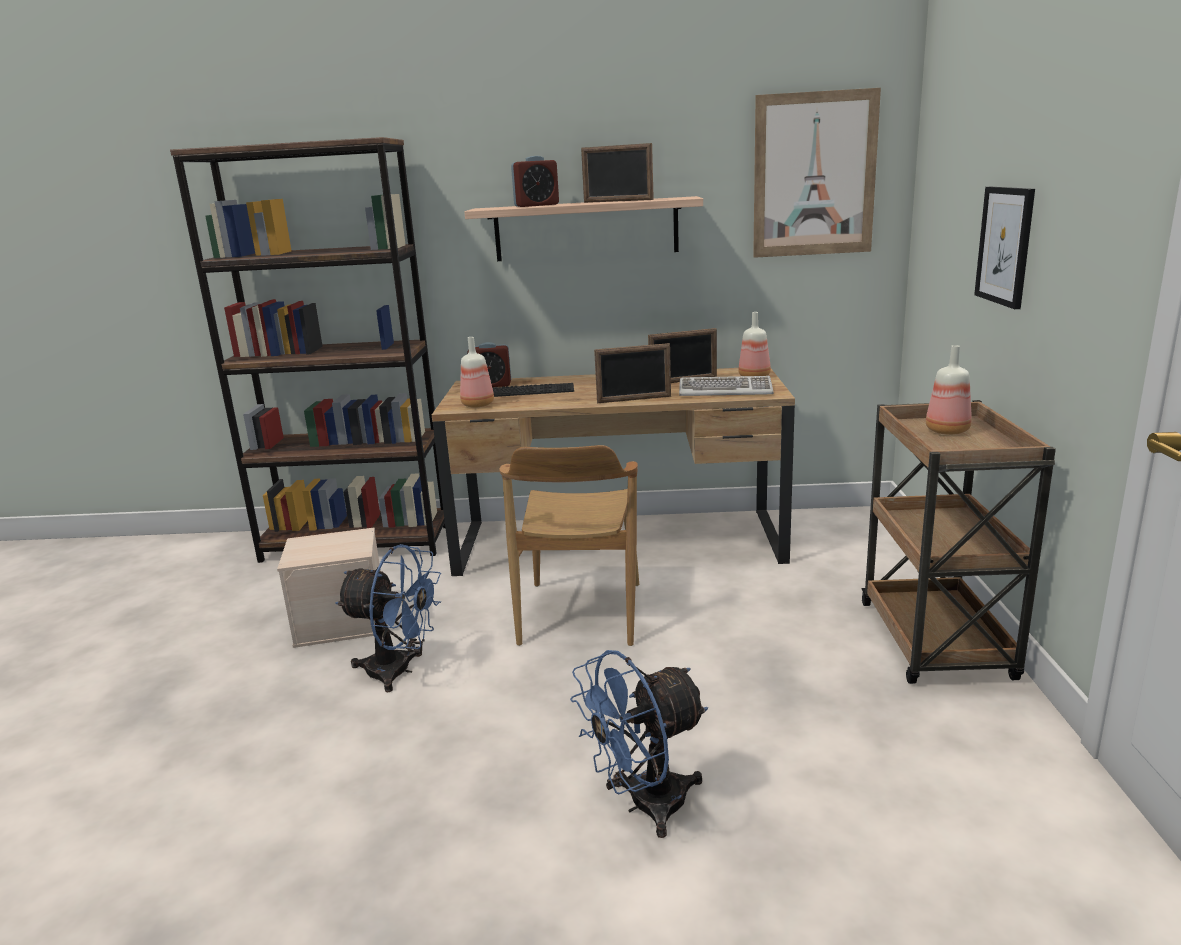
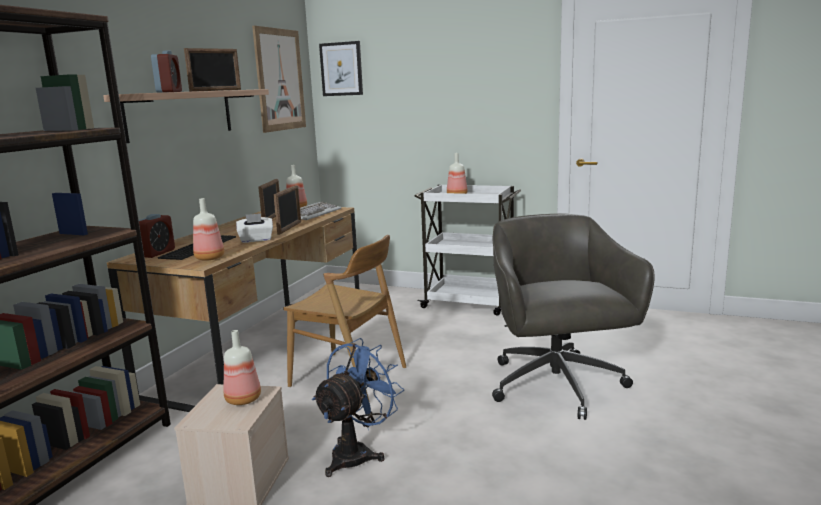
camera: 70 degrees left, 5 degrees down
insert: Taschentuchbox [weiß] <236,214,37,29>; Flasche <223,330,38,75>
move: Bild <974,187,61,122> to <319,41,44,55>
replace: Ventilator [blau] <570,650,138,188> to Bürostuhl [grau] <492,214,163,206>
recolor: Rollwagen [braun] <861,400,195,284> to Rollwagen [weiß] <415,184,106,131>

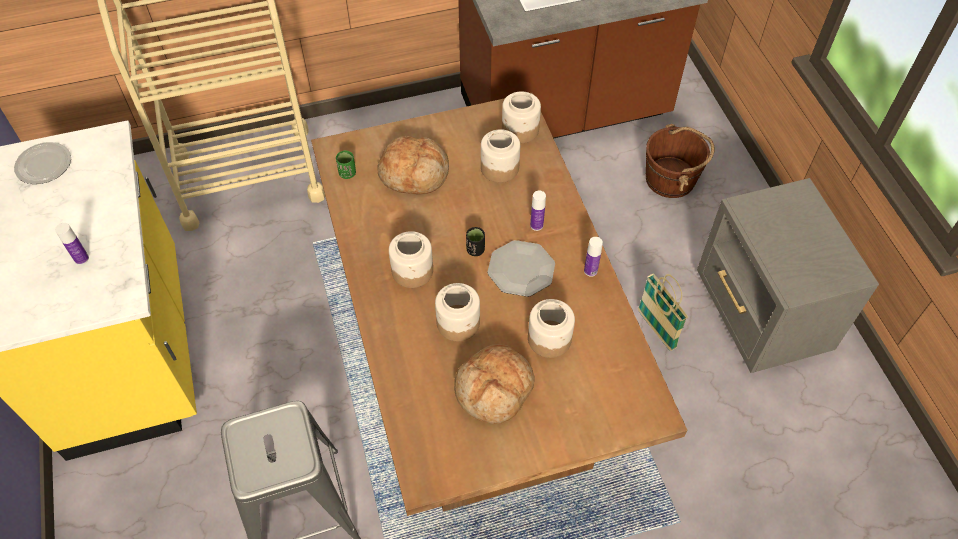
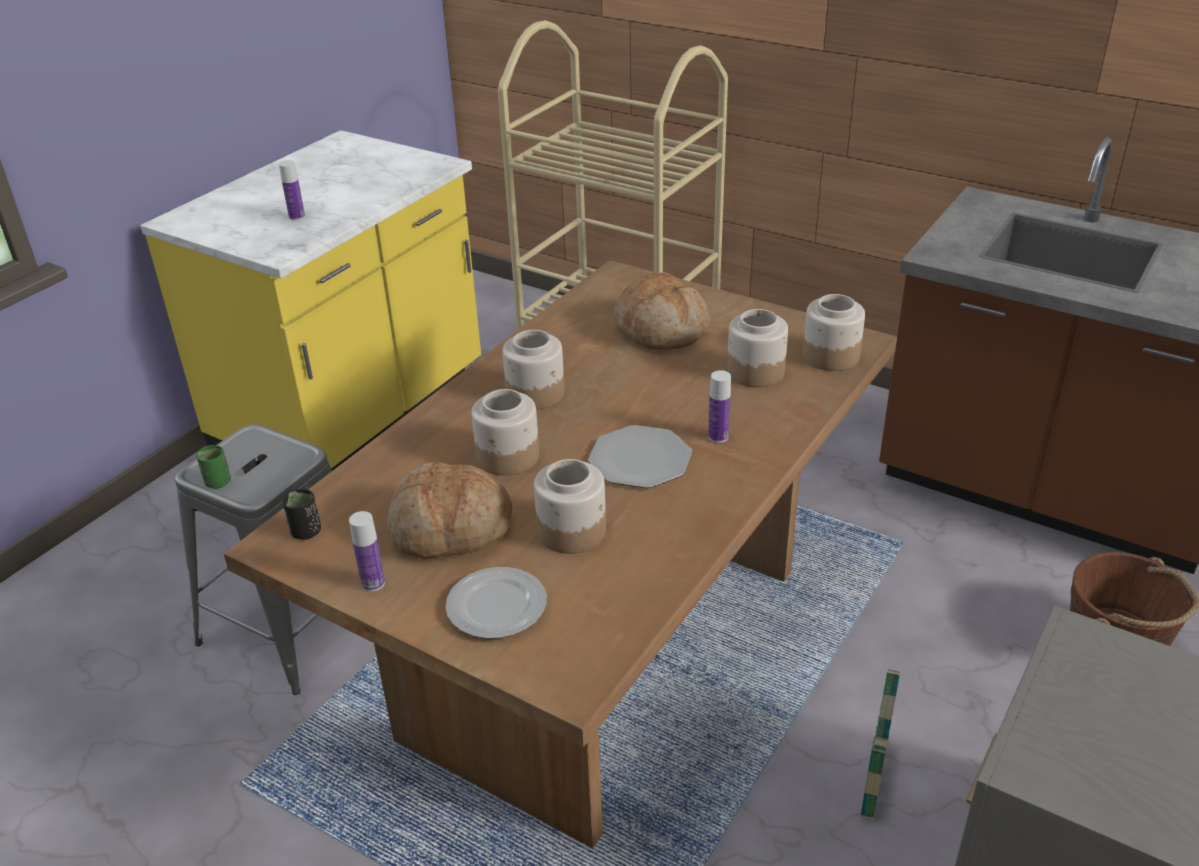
camera: 50 degrees right, 20 degrees down
move: Teller <14,142,57,42> to <446,567,101,72>; Tasse [grün] <336,150,20,29> to <196,445,35,44>; Tasse [schwarz] <466,227,19,29> to <282,489,39,51>; Flasche <584,237,19,40> to <349,511,36,81>

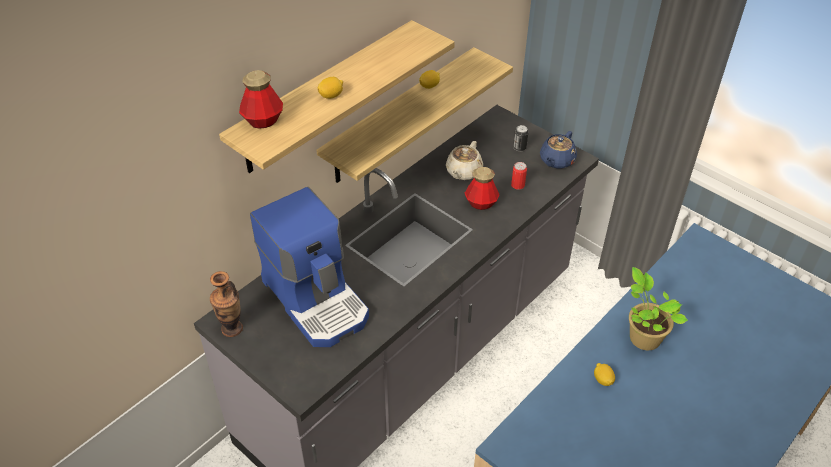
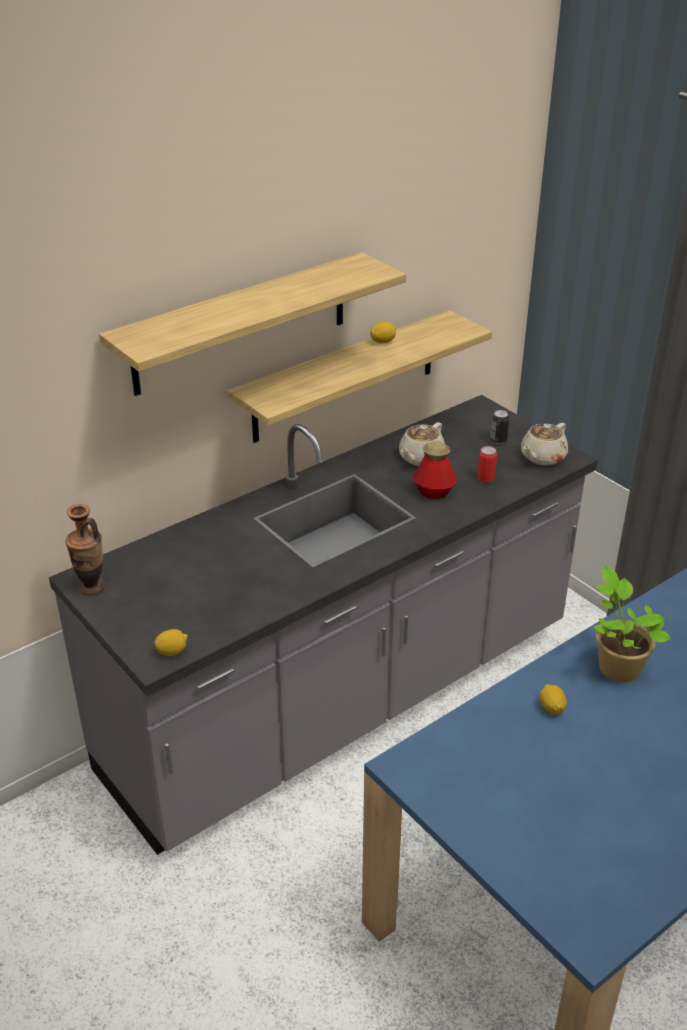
camera: 10 degrees right, 10 degrees down
delete: Flasche <239,70,44,58>; Kaffeemaschine <250,187,119,160>
move: Zitrone <318,77,25,22> to <154,629,34,27>
recolor: Teekanne [blau] <540,131,37,37> to Teekanne [beige] <521,423,47,43>

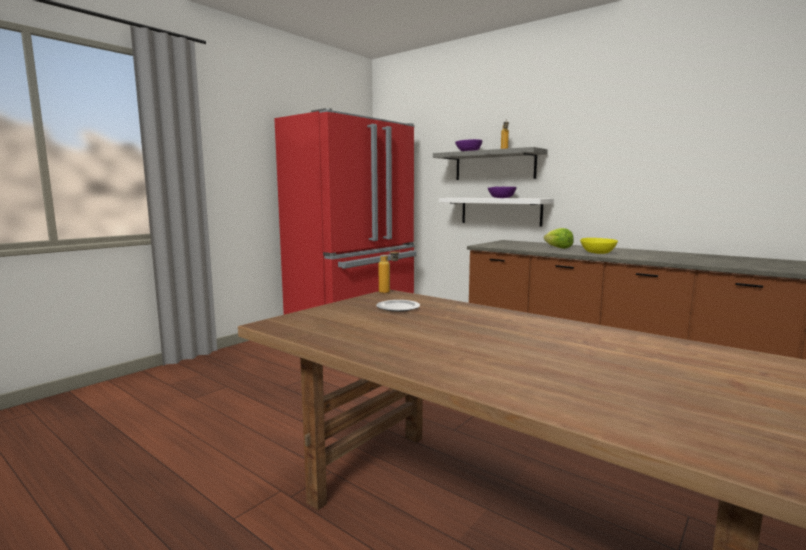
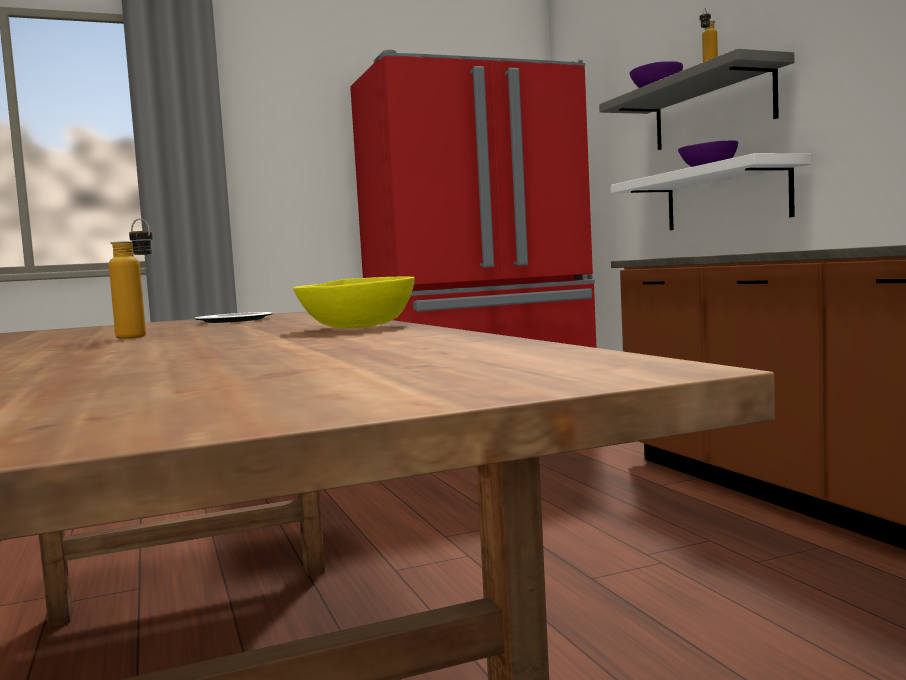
camera: 30 degrees right, 5 degrees down
delete: Salatkopf <544,228,30,21>
move: Schüssel [gelb] <580,238,38,16> to <293,276,122,52>; Flasche <379,247,21,46> to <109,218,44,121>

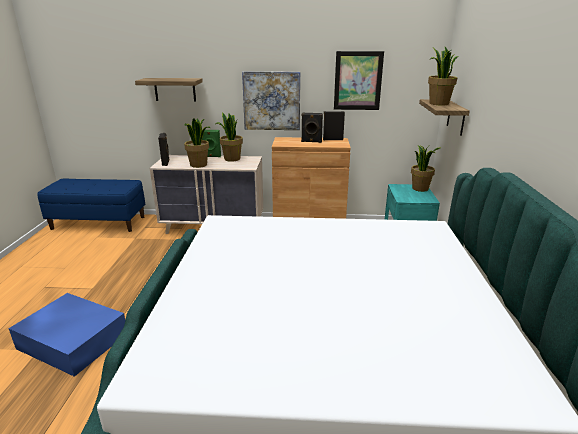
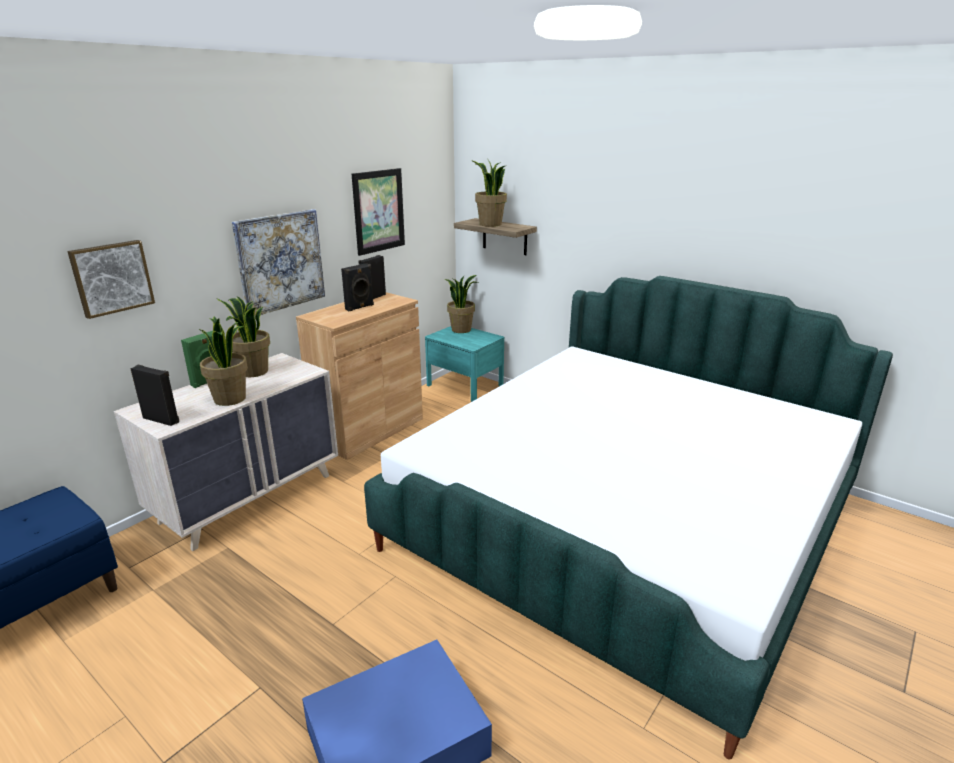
camera: 55 degrees left, 0 degrees up
replace: Wandregal <135,78,68,23> to Bild <67,240,88,79>

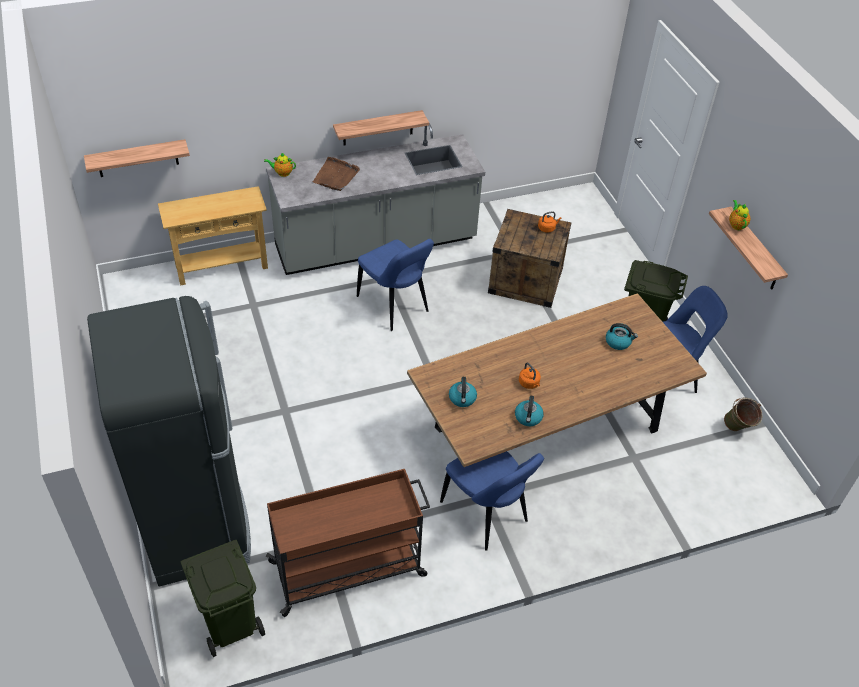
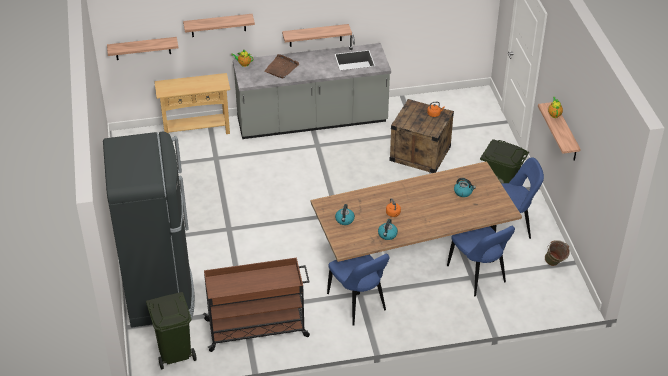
camera: 10 degrees right, 5 degrees down
insert: Wandregal <183,14,72,23>
move: Stuhl [blau] <357,239,77,92> to <447,226,68,70>

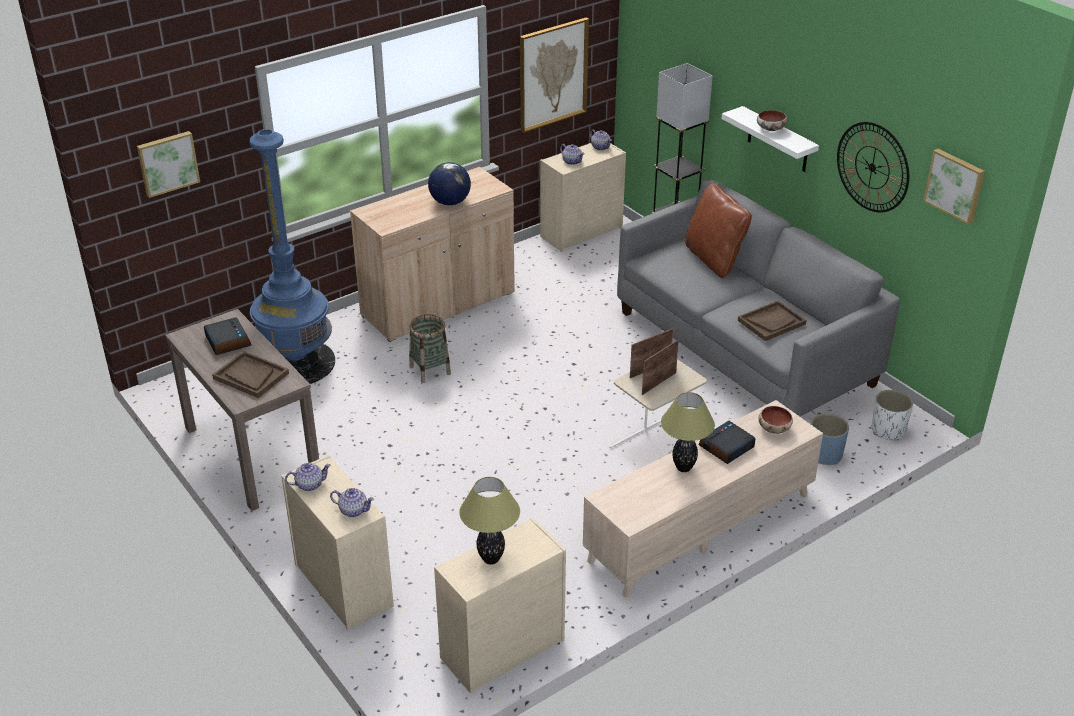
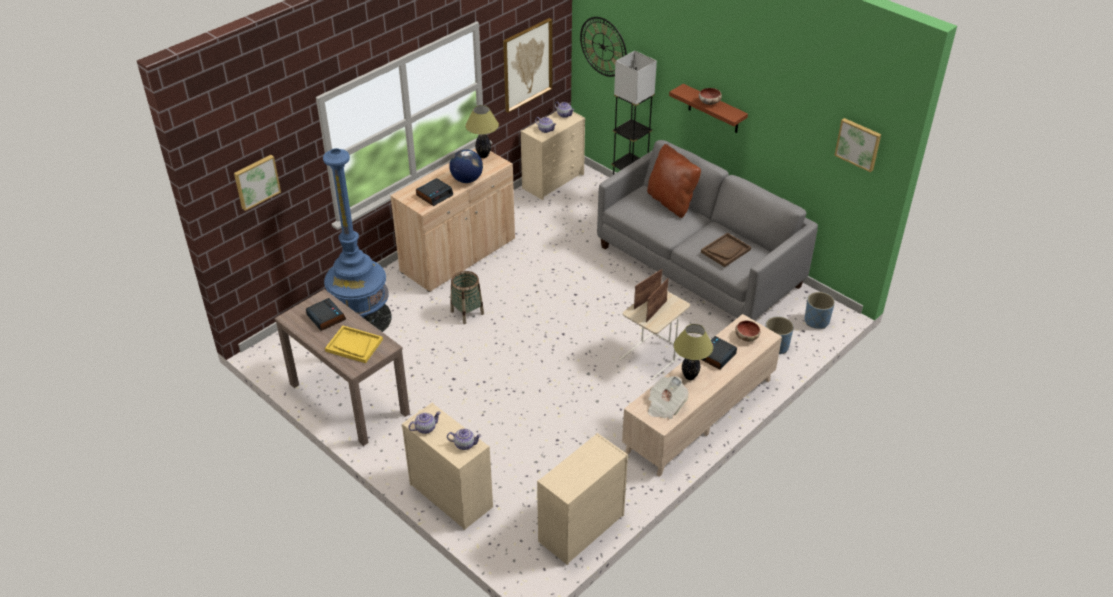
camera: 10 degrees left, 5 degrees up
insert: Wecker <416,178,37,28>; Zeitung <648,376,41,43>
move: Wanduhr <837,122,72,91> to <580,17,47,60>; Tischlampe <459,477,61,88> to <466,105,33,53>
recolor: Wandregal [weiß] <721,106,98,66> to Wandregal [braun] <669,84,79,49>; Tablett [braun] <212,351,77,47> to Tablett [gelb] <325,326,58,37>; Pflanzkübel [weiß] <872,390,41,50> to Pflanzkübel [blau] <805,292,30,37>

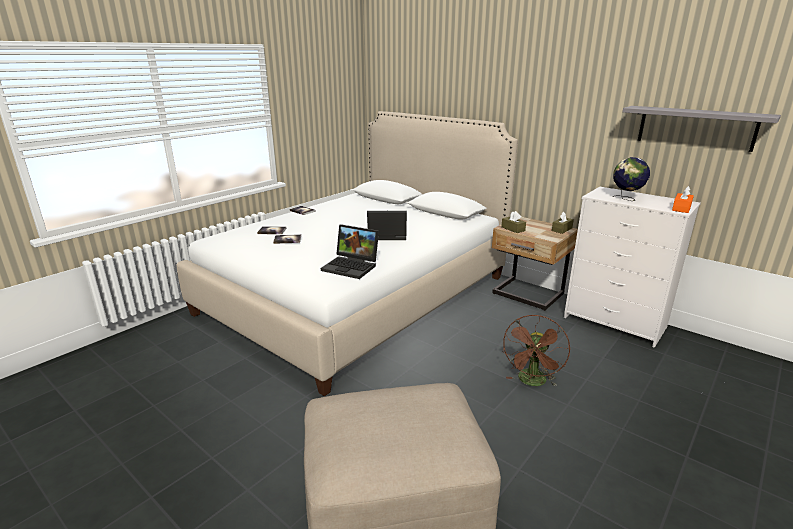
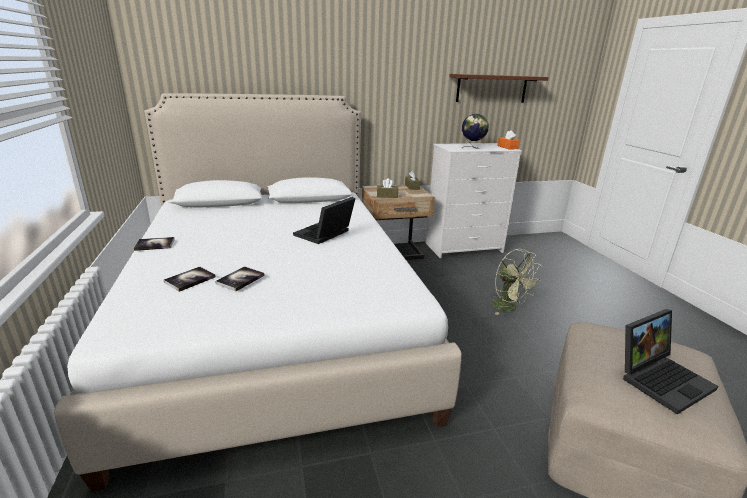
camera: 55 degrees left, 0 degrees up
move: Laptop <321,225,58,54> to <623,309,95,105>
recolor: Wandregal [grau] <623,106,158,46> to Wandregal [braun] <449,74,100,29>; Ventilator [braun] <502,315,68,71> to Ventilator [grün] <492,249,50,66>

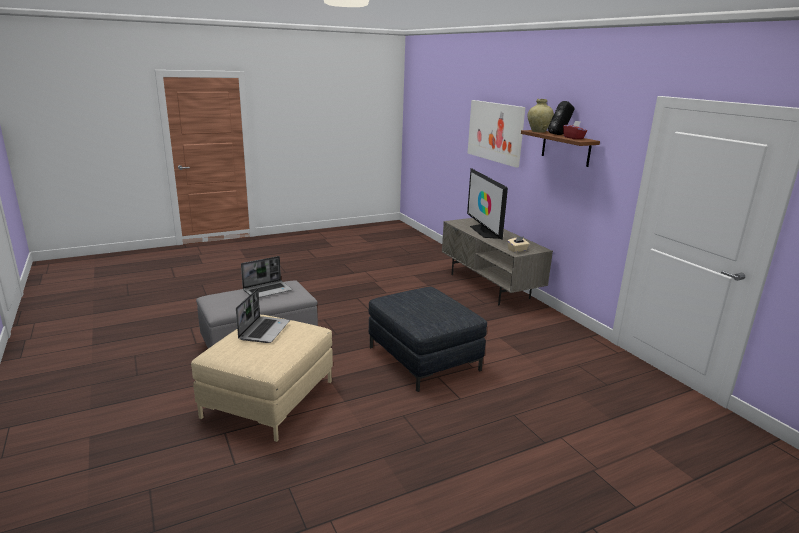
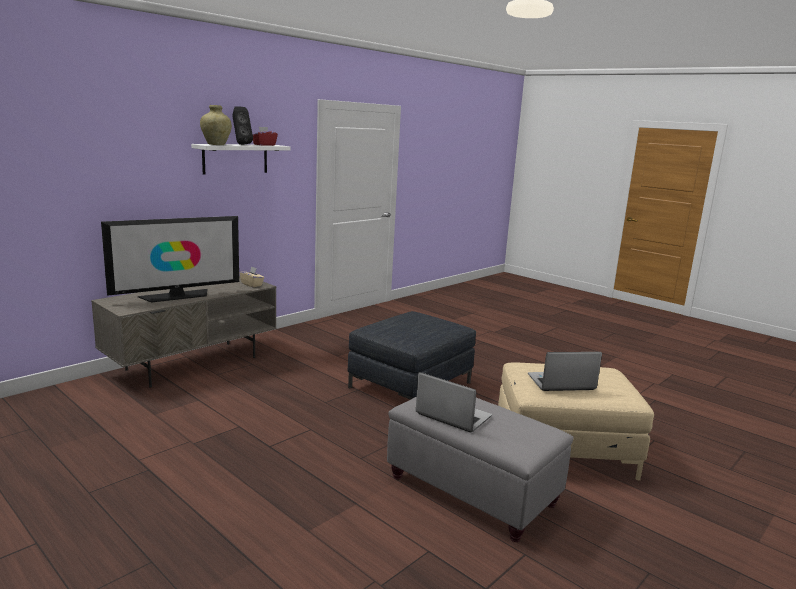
camera: 110 degrees left, 5 degrees down
delete: Bild <467,100,59,68>
recolor: Wandregal [braun] <521,130,79,37> to Wandregal [weiß] <191,144,100,31>

